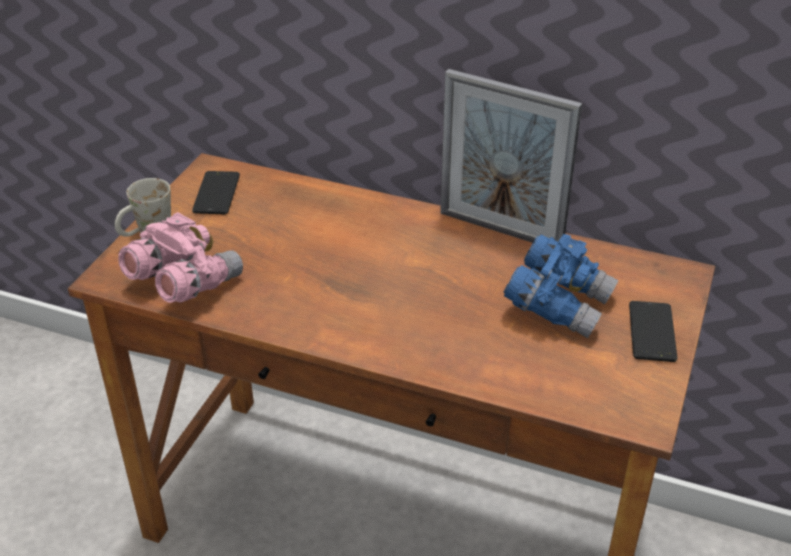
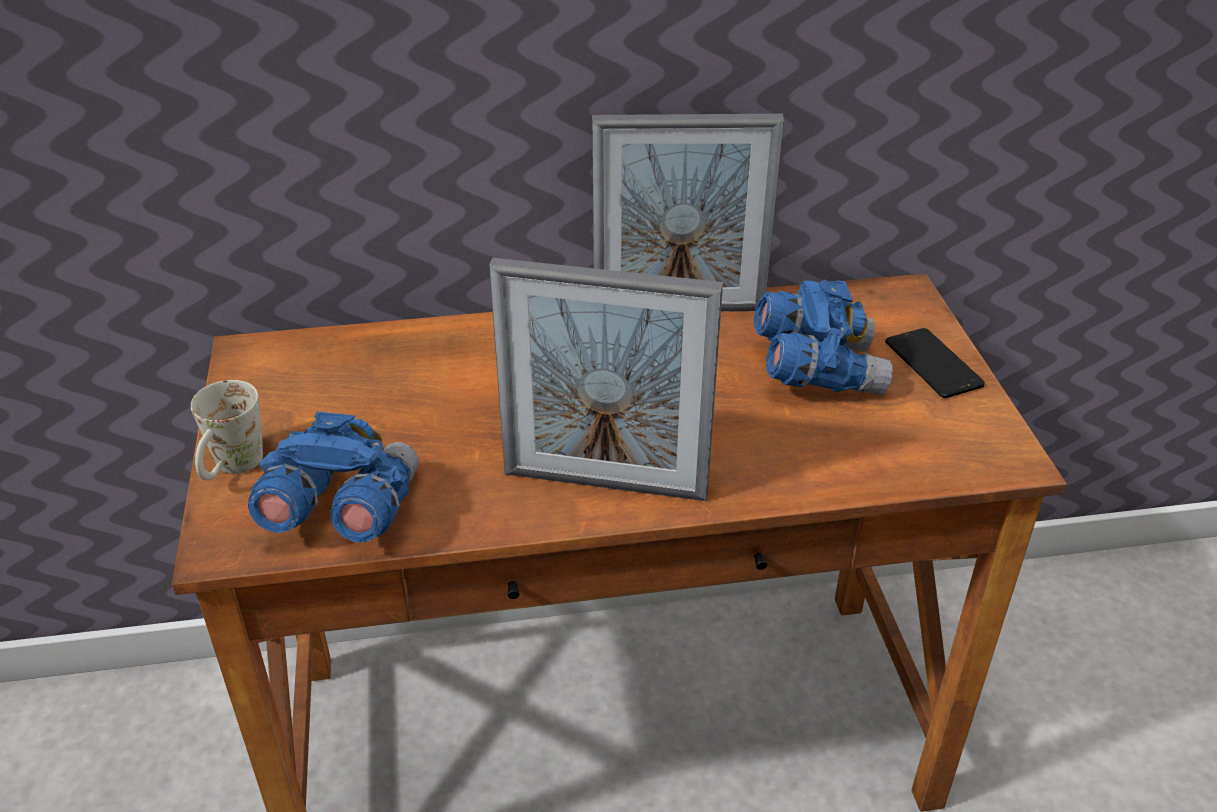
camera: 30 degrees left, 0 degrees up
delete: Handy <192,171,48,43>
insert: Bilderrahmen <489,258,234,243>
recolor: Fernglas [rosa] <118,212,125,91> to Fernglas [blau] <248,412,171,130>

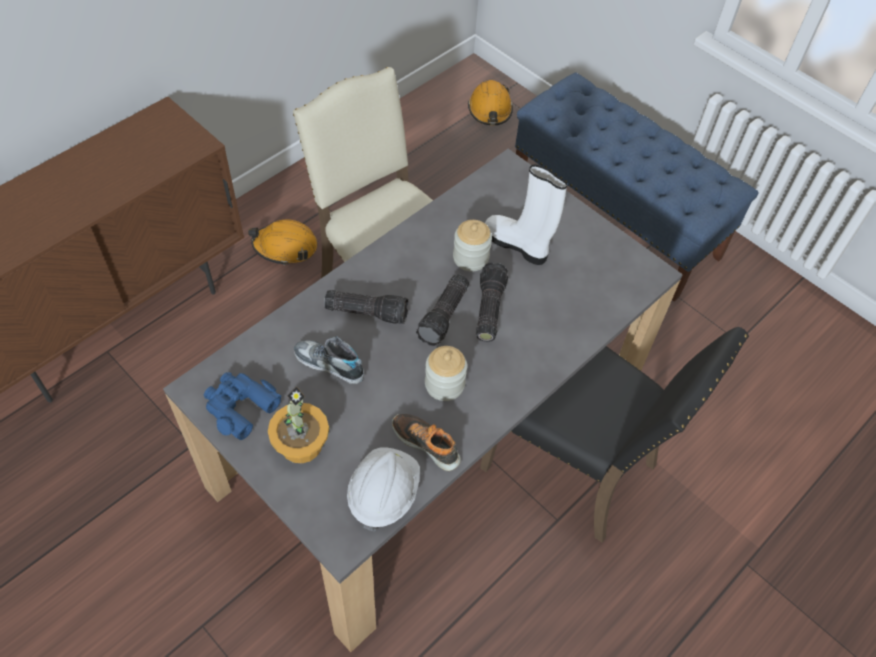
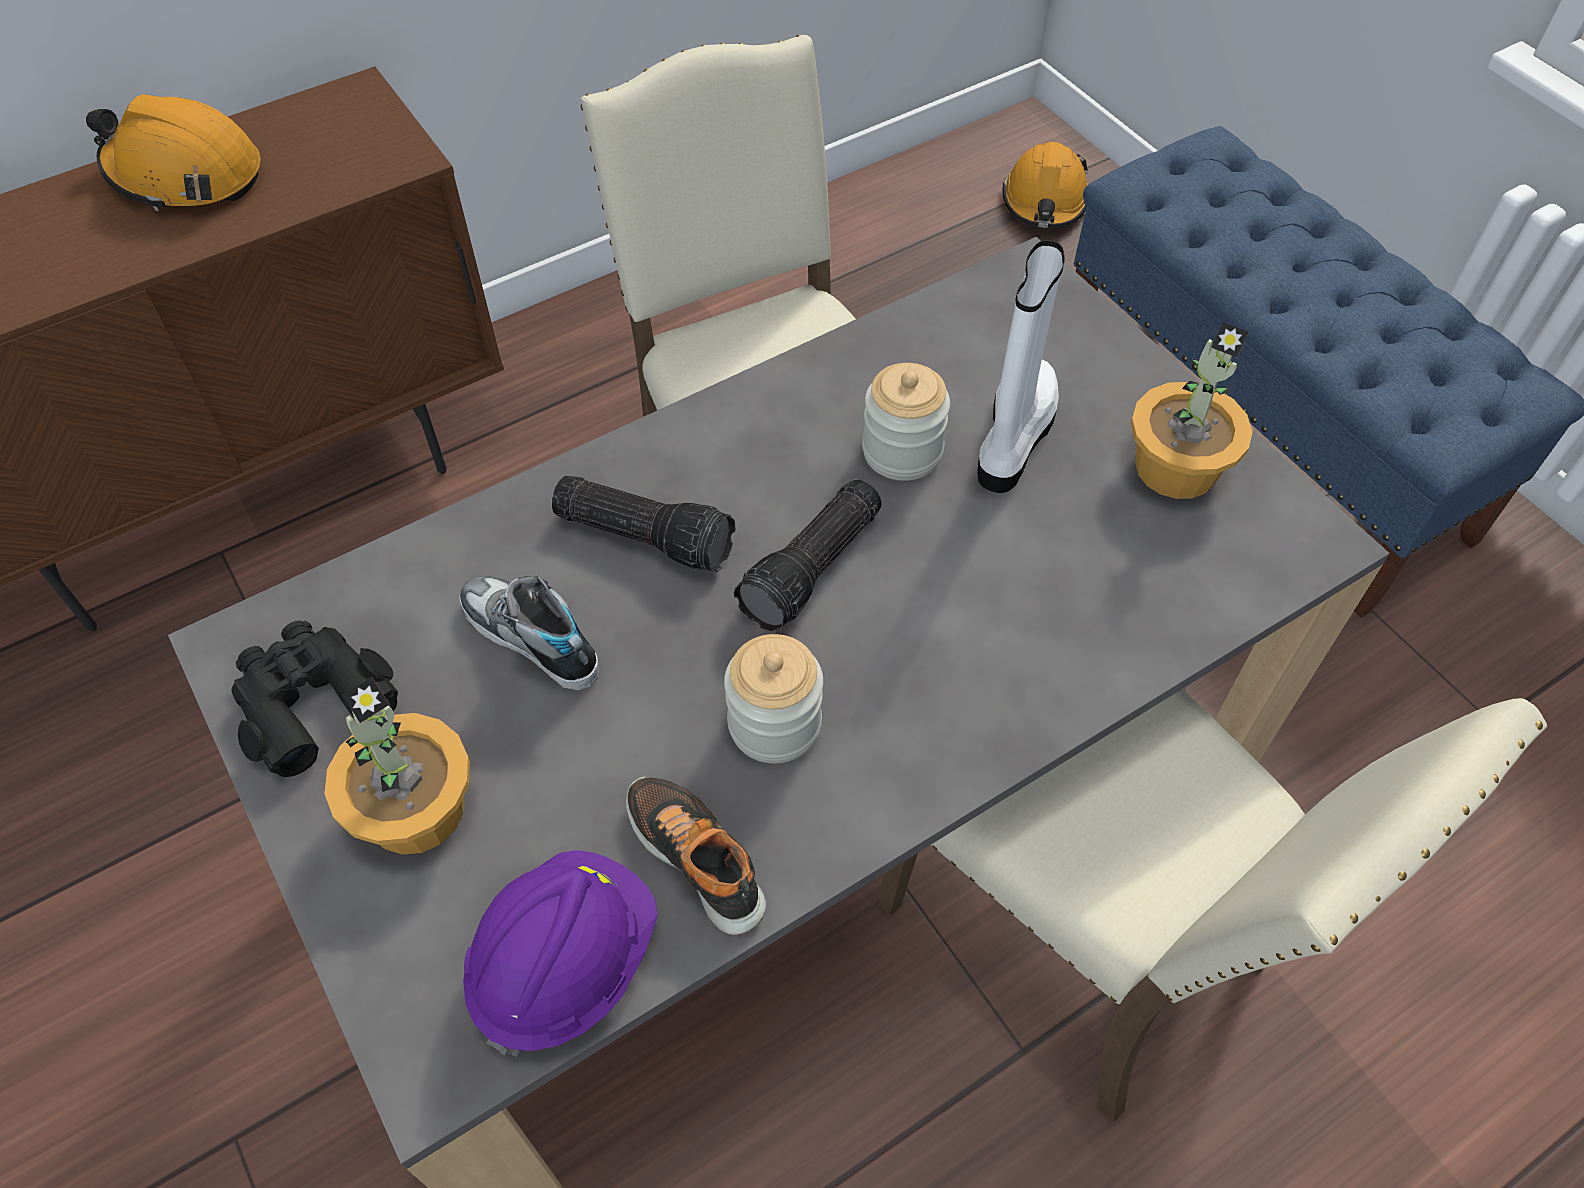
camera: 15 degrees right, 0 degrees up
delete: Taschenlampe <476,263,32,79>
insert: Topfpflanze <1130,322,123,177>
move: Schutzhelm [orange] <248,219,69,47> to <86,94,175,117>
recolor: Stuhl [schwarz] <480,327,269,215> to Stuhl [beige] <879,689,668,433>; Fernglas [blau] <203,372,78,68> to Fernglas [schwarz] <231,621,167,156>; Schutzhelm [weiß] <347,447,73,85> to Schutzhelm [lila] <463,850,195,207>
rotate: Stiefel [weiß] <485,164,82,101> = <977,240,88,253> 60 degrees clockwise

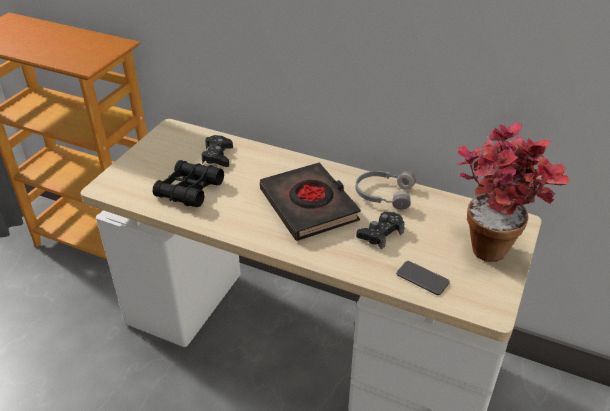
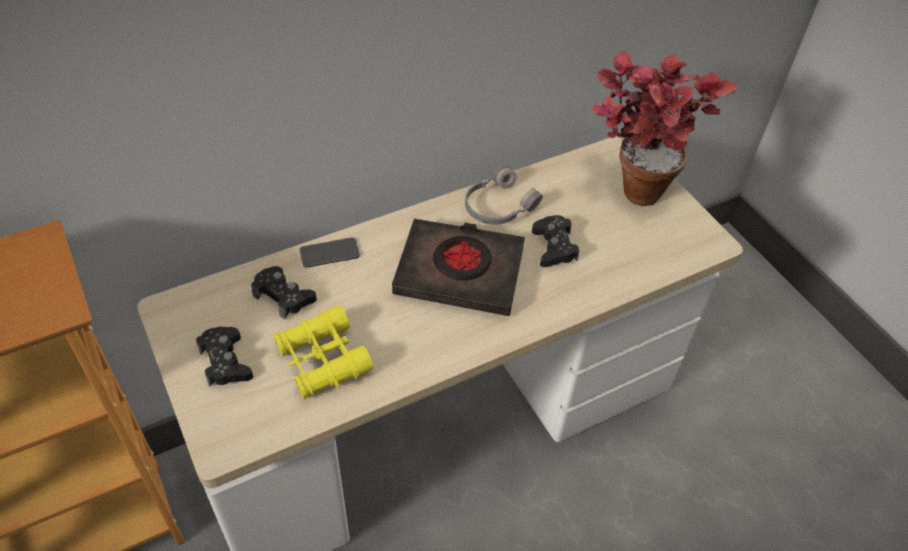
camera: 55 degrees left, 10 degrees up
insert: Gamepad [schwarz] <196,327,57,60>
move: Handy <396,261,54,34> to <300,237,60,31>
recolor: Fernglas [schwarz] <153,160,71,47> to Fernglas [gelb] <273,306,100,93>

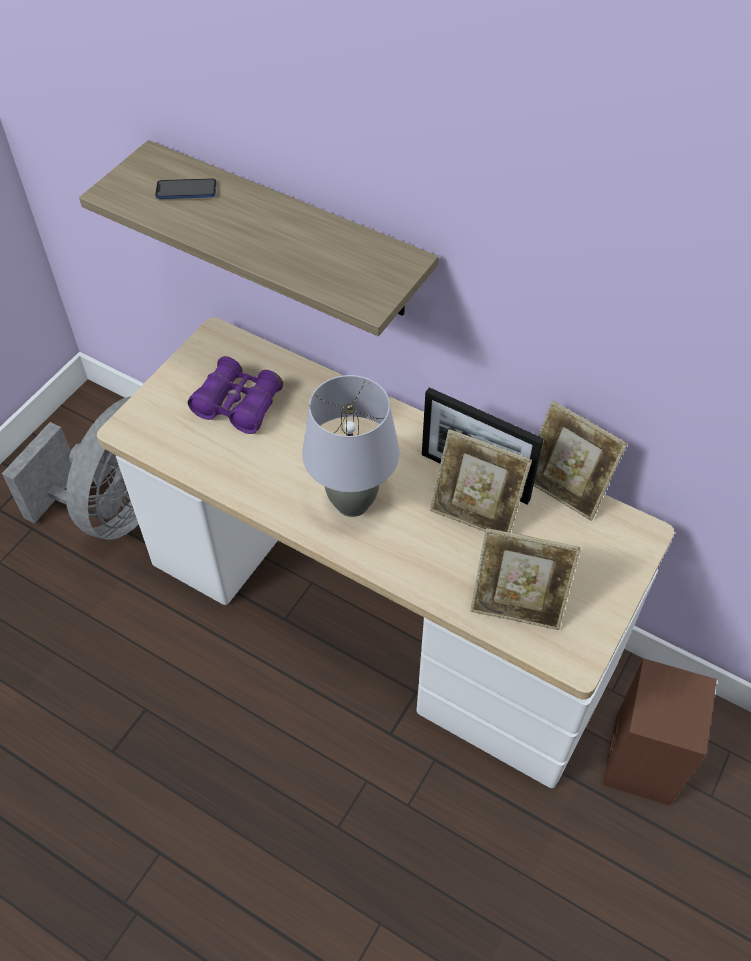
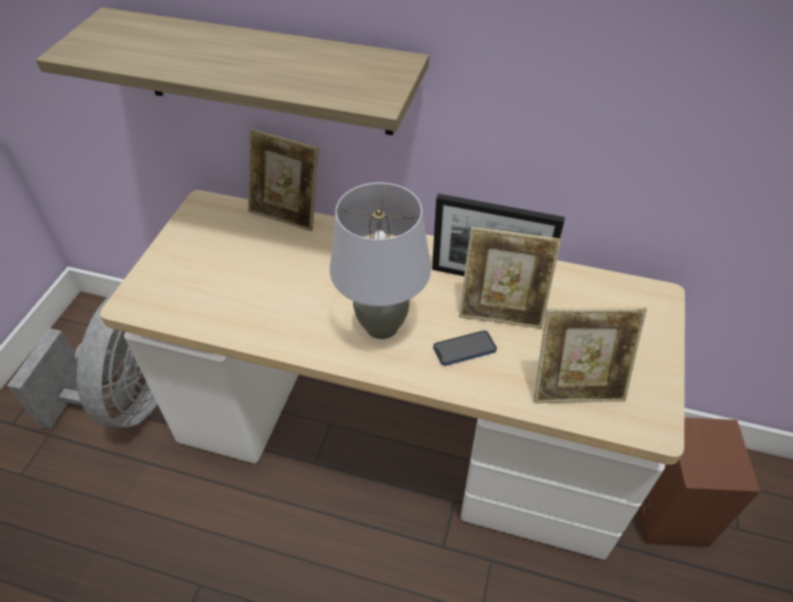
camera: 15 degrees left, 5 degrees down
delete: Fernglas [lila] <188,356,95,78>
move: Handy <155,178,62,21> to <433,330,64,36>; Bilderrahmen <534,401,94,120> to <248,129,71,102>

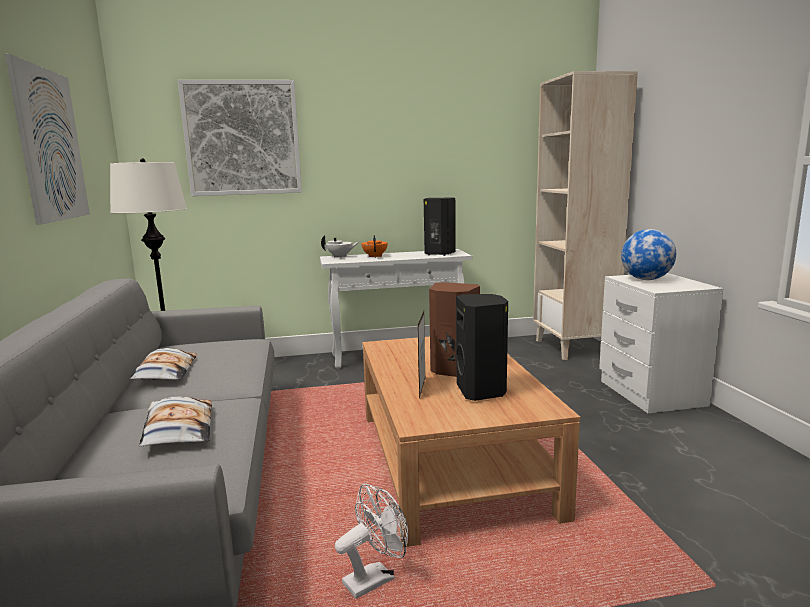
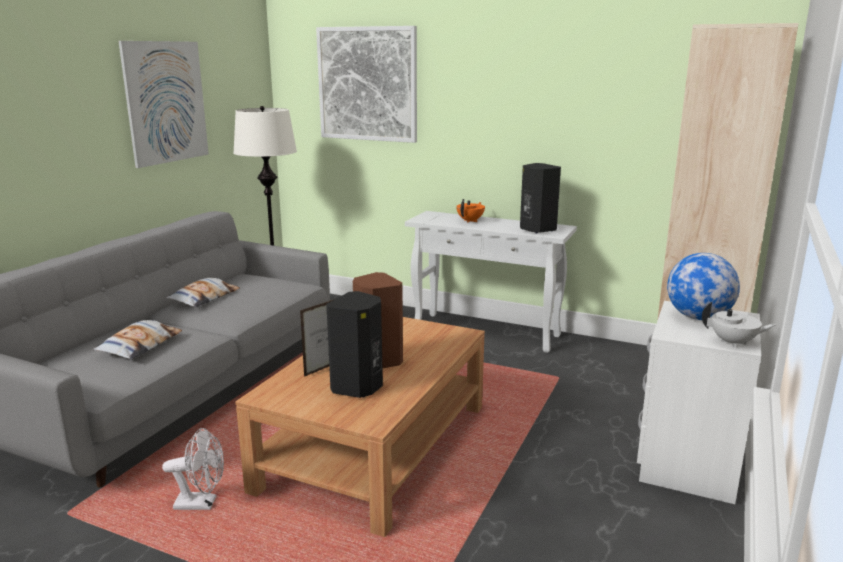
camera: 35 degrees right, 5 degrees up
move: Teekanne [weiß] <321,235,38,23> to <702,302,74,46>

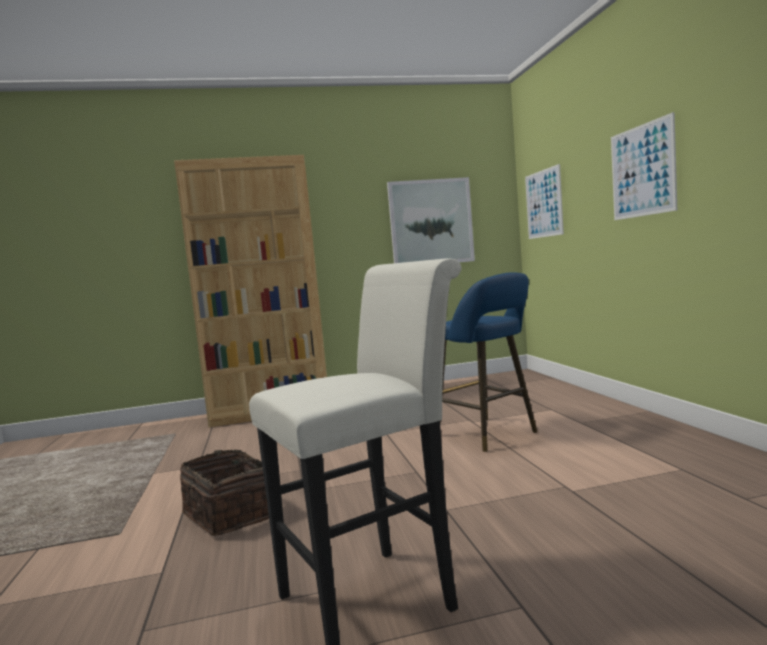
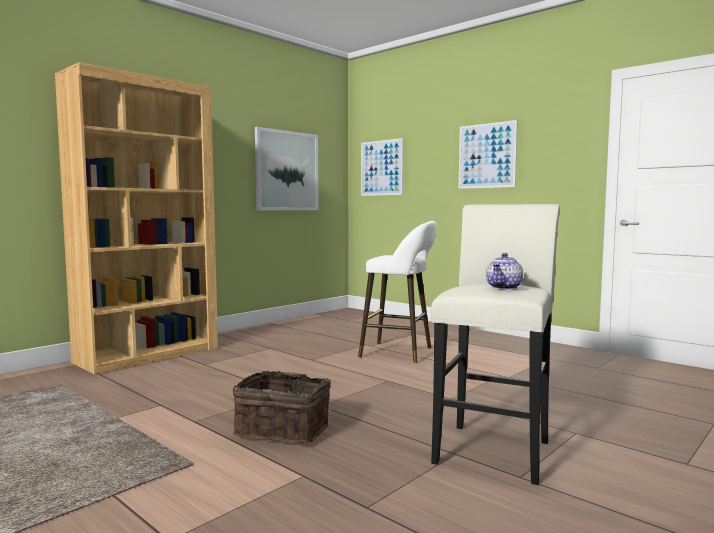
camera: 35 degrees left, 0 degrees up
insert: Teekanne <486,253,37,37>
recolor: Hocker [blau] <440,272,97,180> to Hocker [weiß] <358,221,79,142>

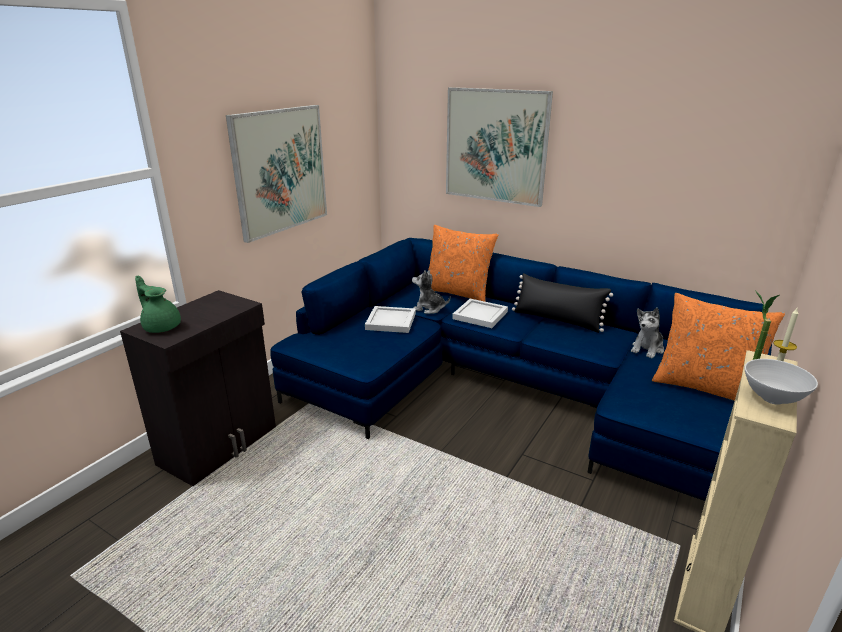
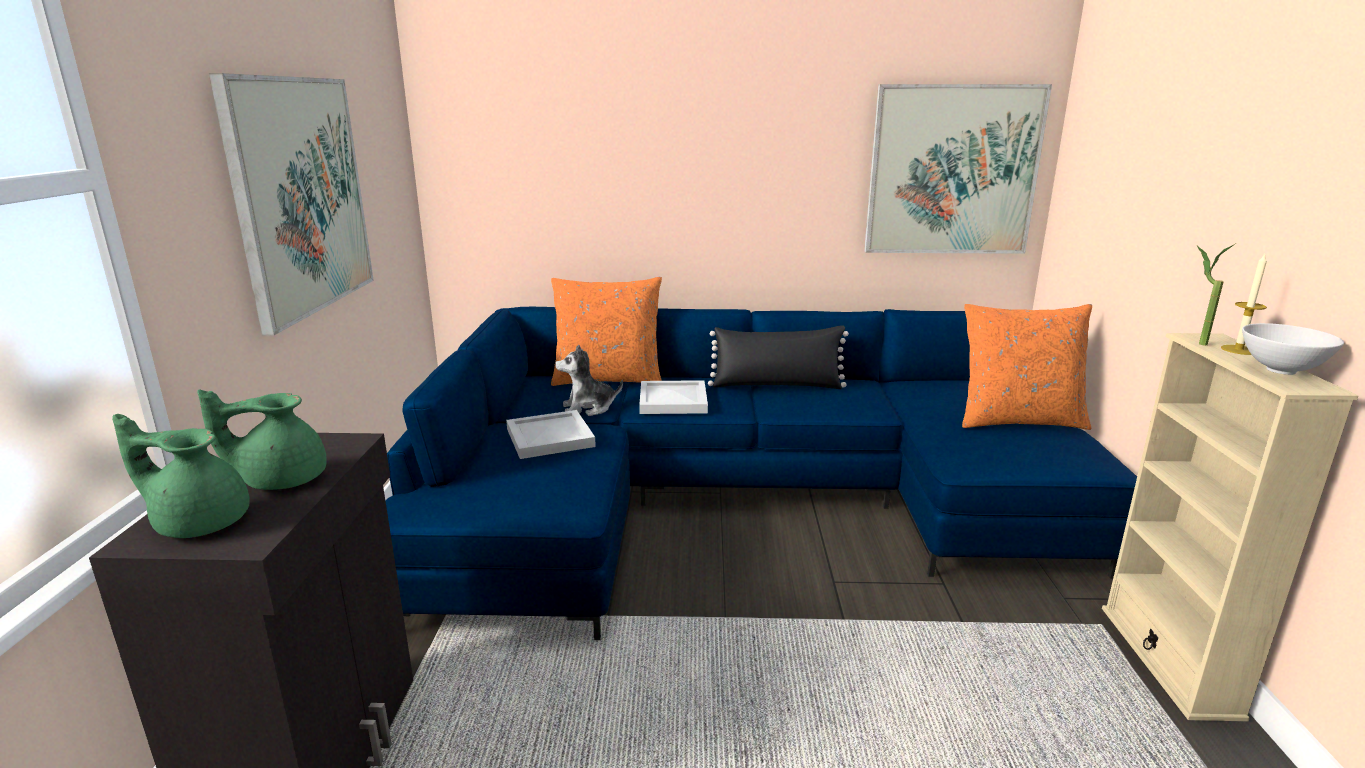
camera: 30 degrees left, 5 degrees down
delete: Plüschtier <631,308,33,51>
insert: Teekanne [grün] <197,389,130,101>
move: Bild <446,87,107,120> to <864,84,188,170>

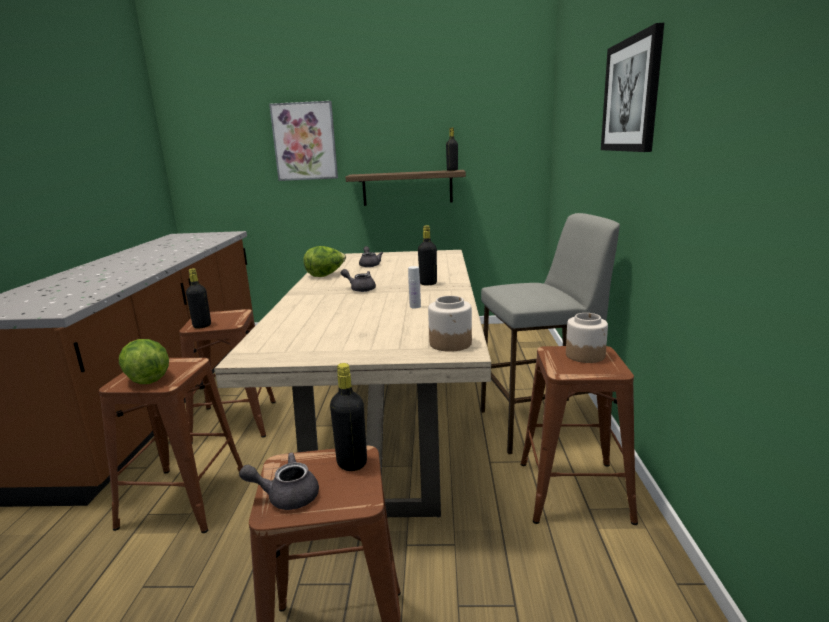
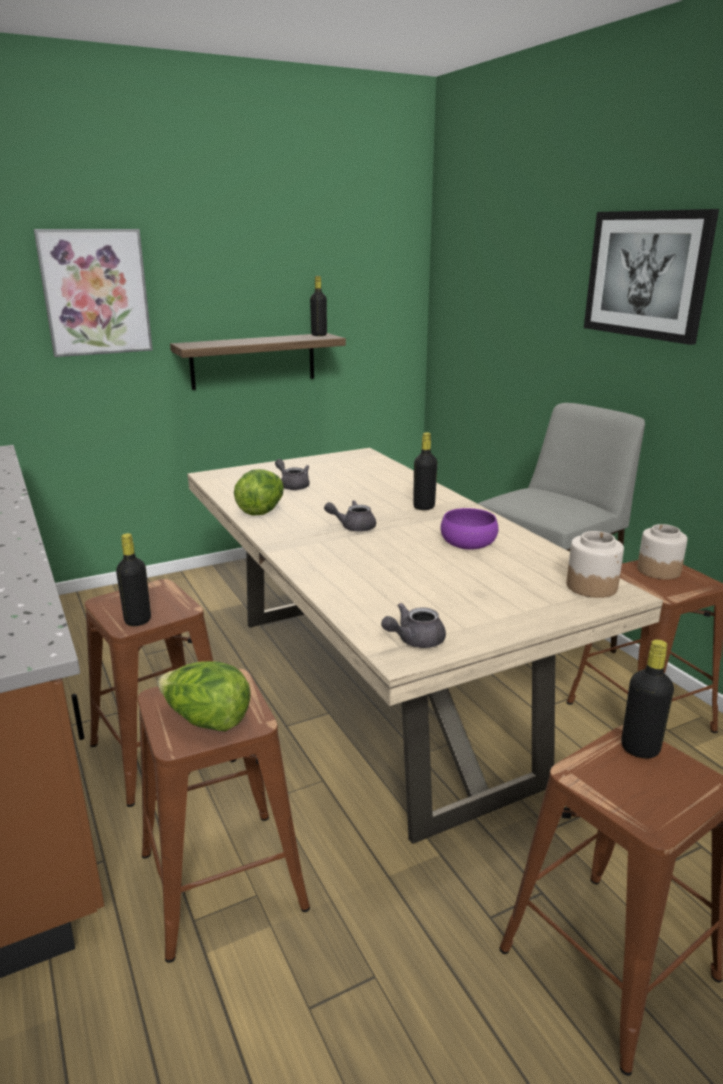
camera: 30 degrees left, 5 degrees up
move: Teekanne [grau] <239,453,80,57> to <381,603,65,45>
replace: Flasche [weiß] <408,266,13,42> to Schüssel [lila] <441,508,57,42>

